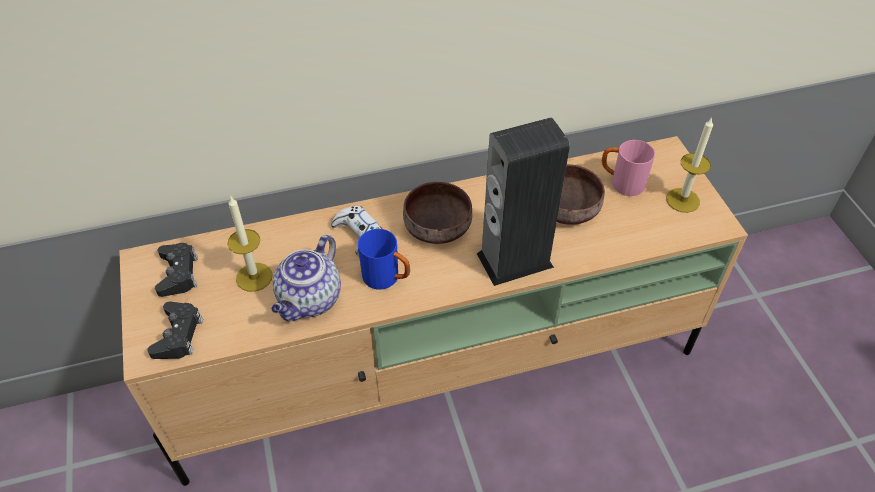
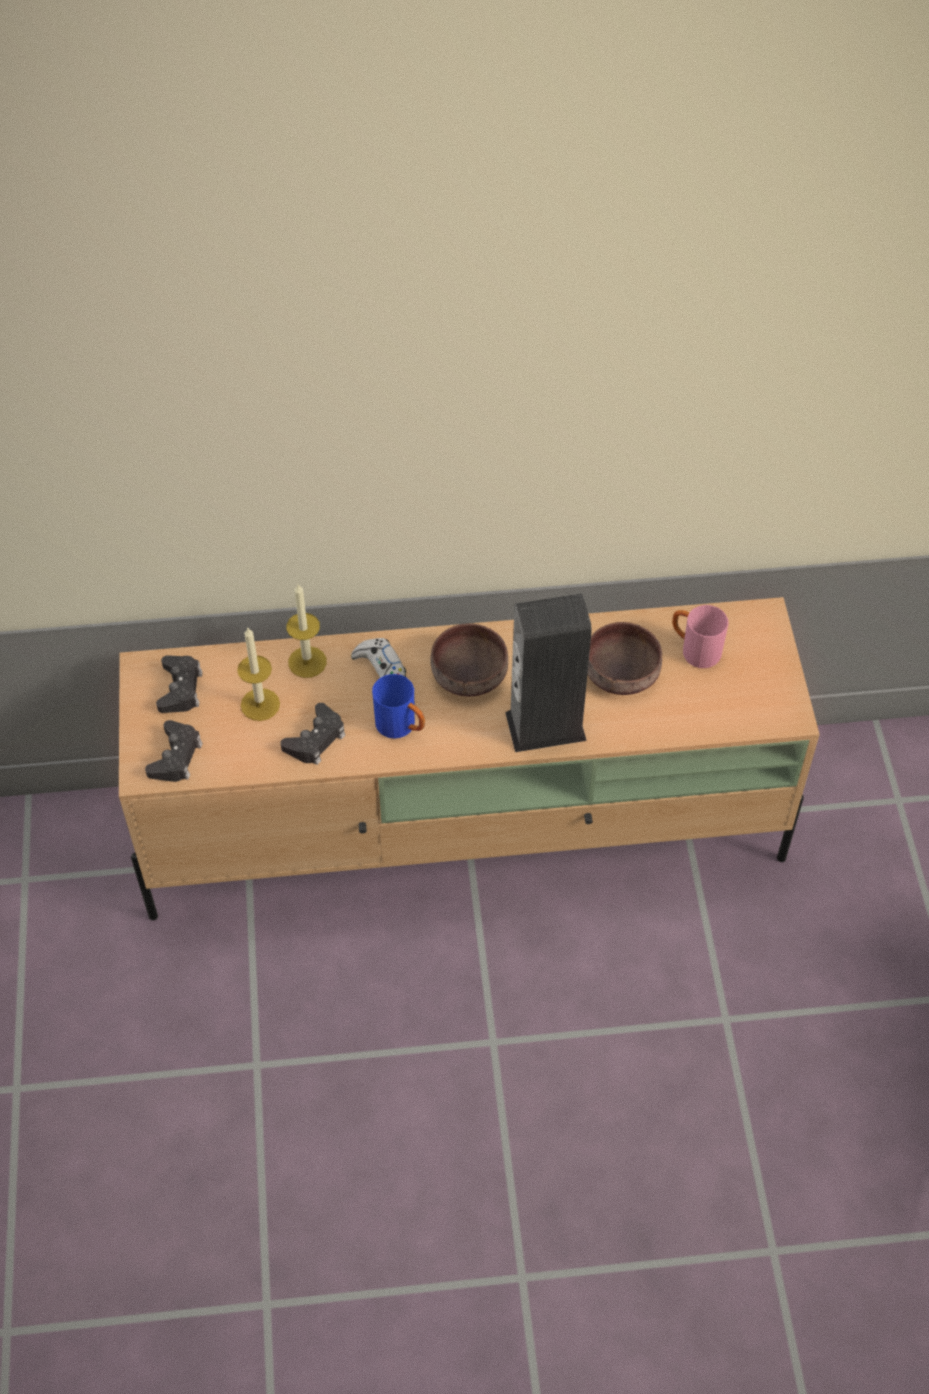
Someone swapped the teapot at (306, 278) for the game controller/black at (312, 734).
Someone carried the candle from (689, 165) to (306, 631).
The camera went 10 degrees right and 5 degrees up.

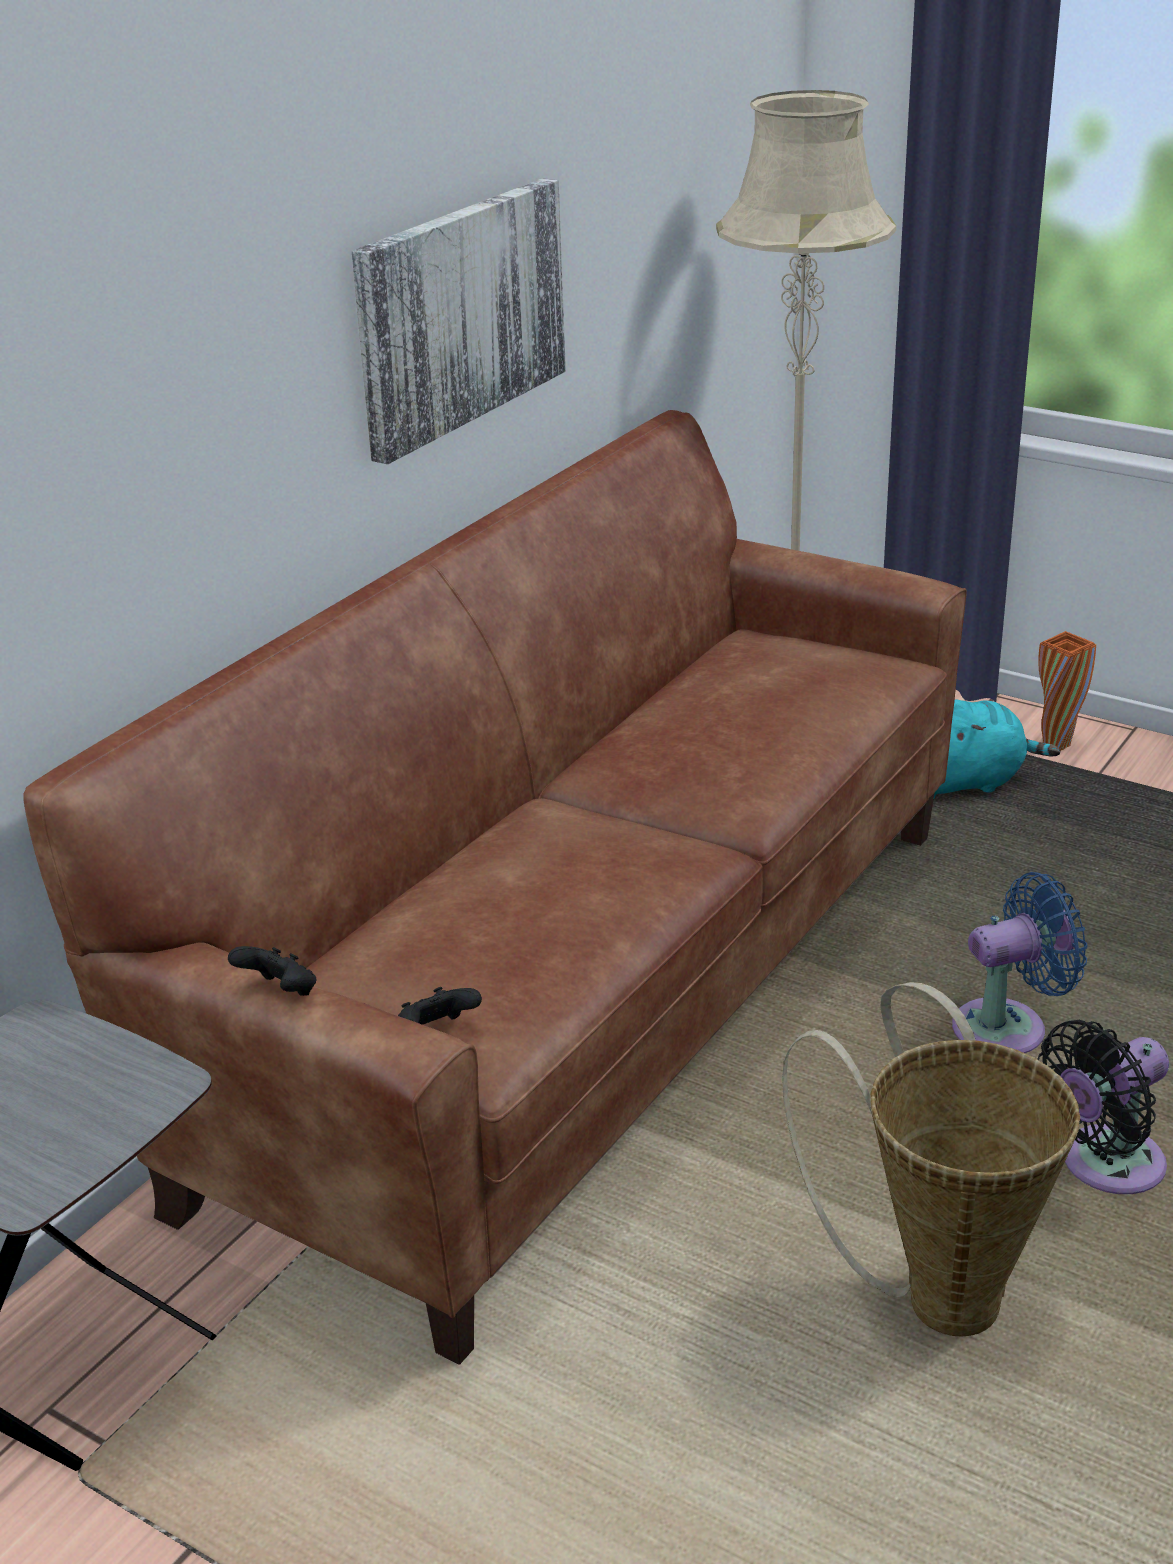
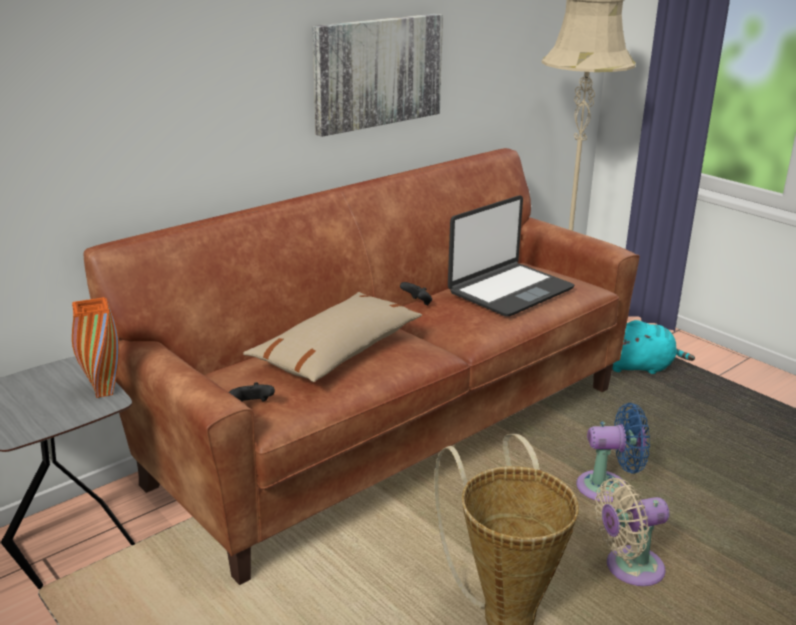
Someone carried the vase/orange from (1067, 691) to (95, 347).
Someone put down the pillow/beige at (332, 337).
Someone carried the game controller/black from (272, 971) to (416, 294).
Someone put down the laptop at (511, 256).
Someone repainted the fan/black at (1103, 1107), which became the fan/beige at (632, 532).
The camera went 15 degrees right and 5 degrees down.

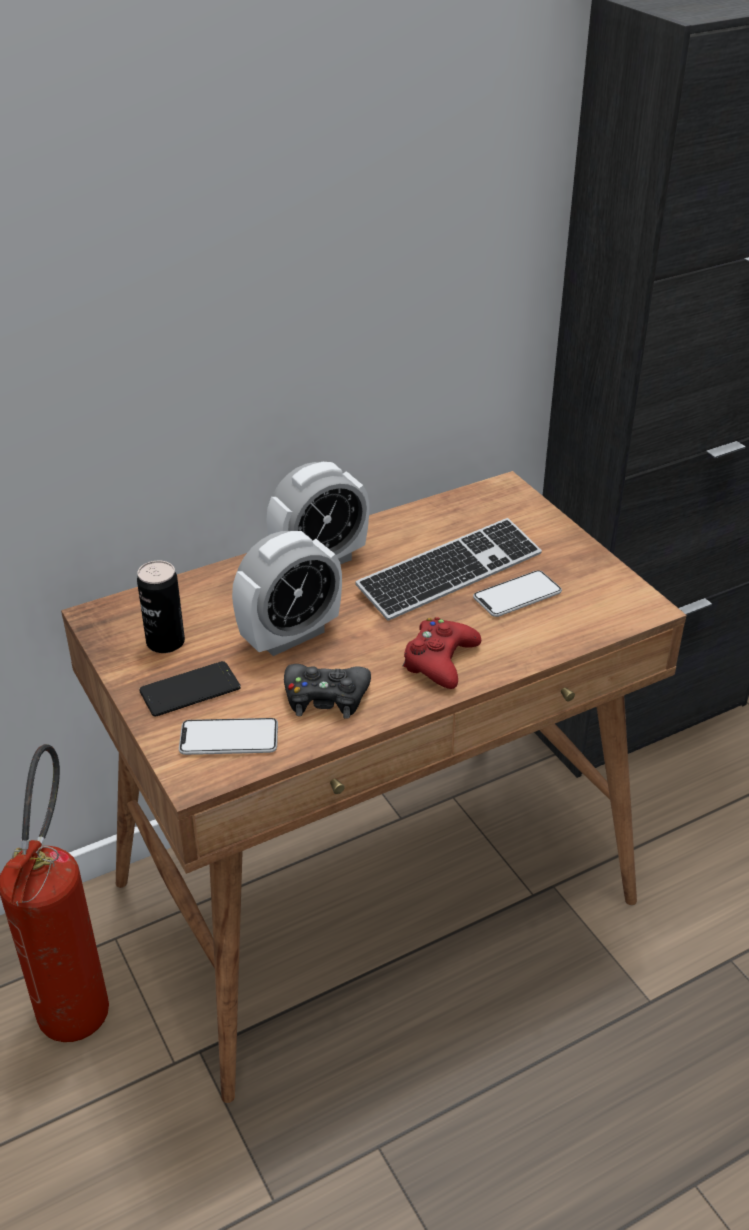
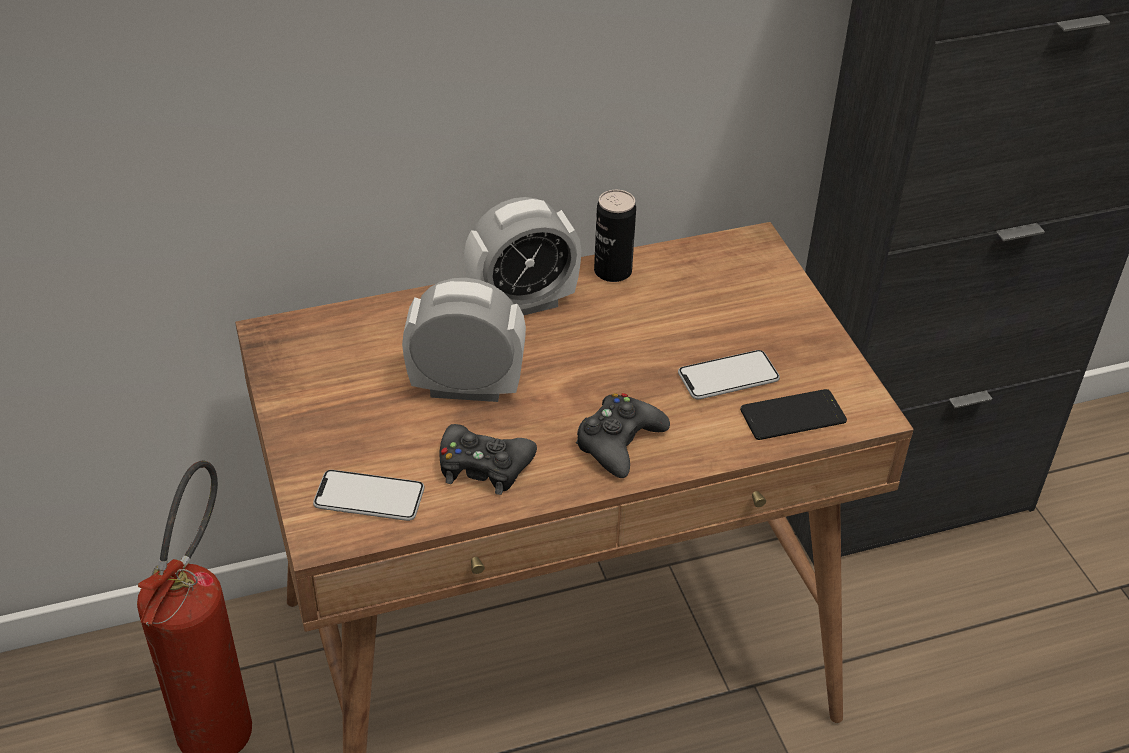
Someone rotated the alarm clock at (287, 593) by 150 degrees counterclockwise.
Someone repainted the game controller/red at (441, 653), which became the game controller/black at (623, 435).
Someone carried the can from (161, 607) to (615, 236).
Someone carried the phone from (190, 689) to (793, 414).
Someone took away the keyboard at (448, 569).
The camera went 10 degrees right and 5 degrees up.

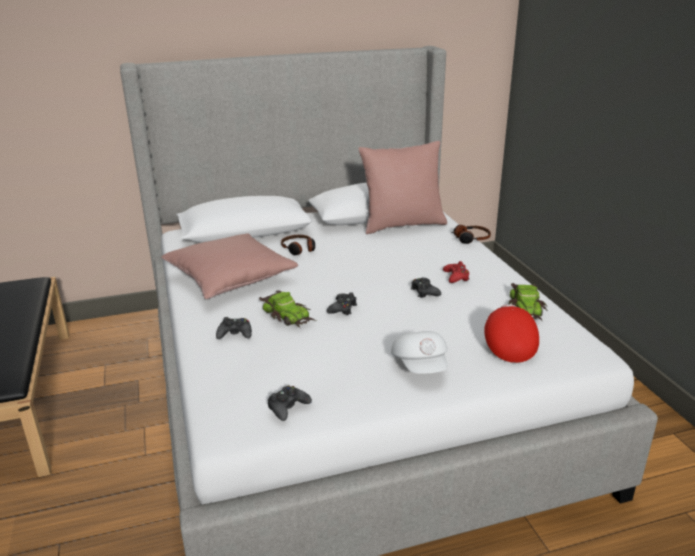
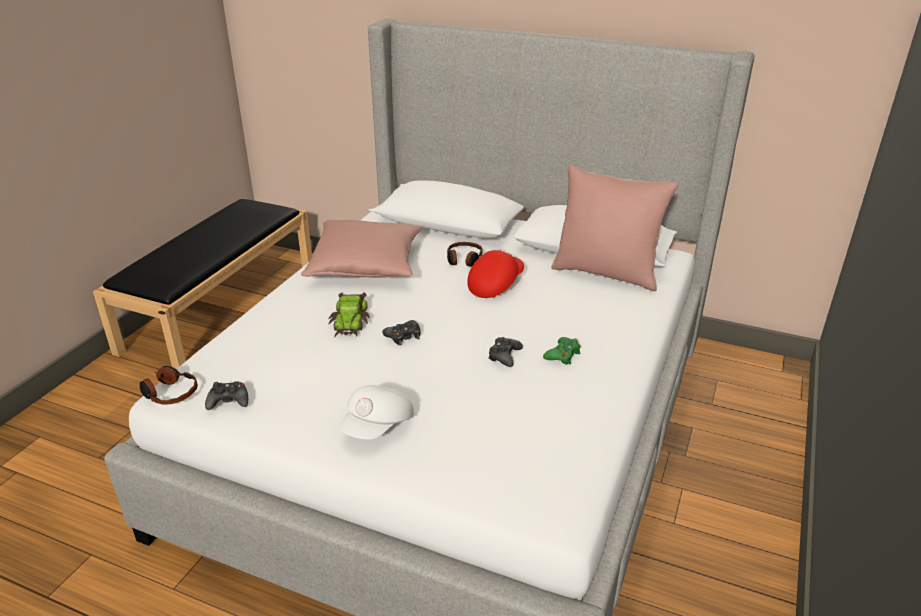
Someone carried the headphones from (471, 234) to (168, 385).
Someone carried the cap/red from (511, 334) to (495, 273).
Someone repainted the game controller/red at (456, 272), which became the game controller/green at (561, 351).
Someone took away the game controller/black at (234, 328).
Someone took away the toy car at (528, 302).
The camera went 40 degrees right and 5 degrees up.

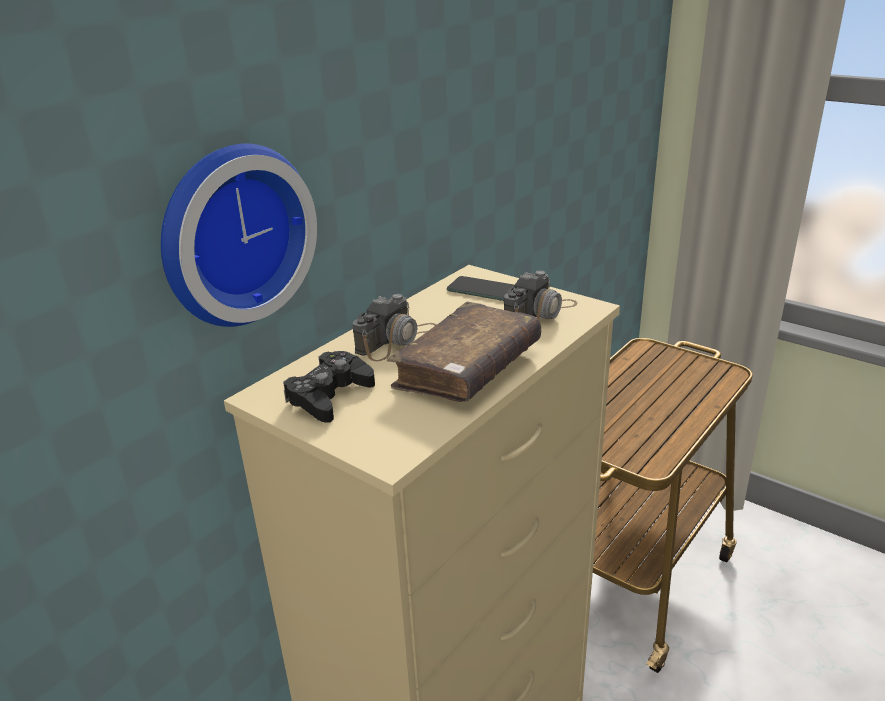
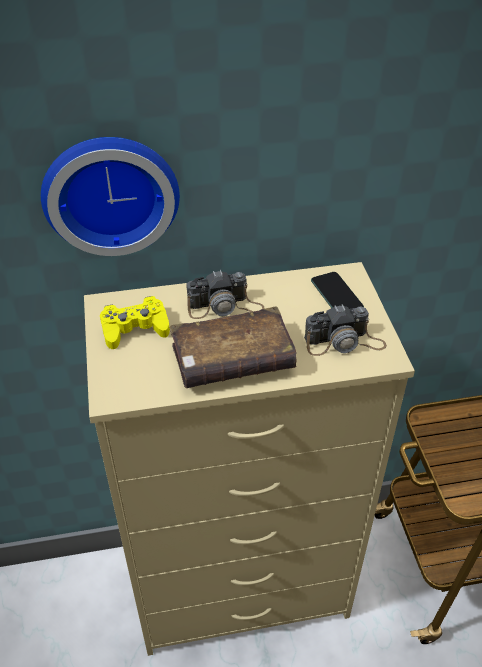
Someone repainted the game controller/black at (329, 387), which became the game controller/yellow at (135, 322).
The camera went 40 degrees right and 15 degrees up.

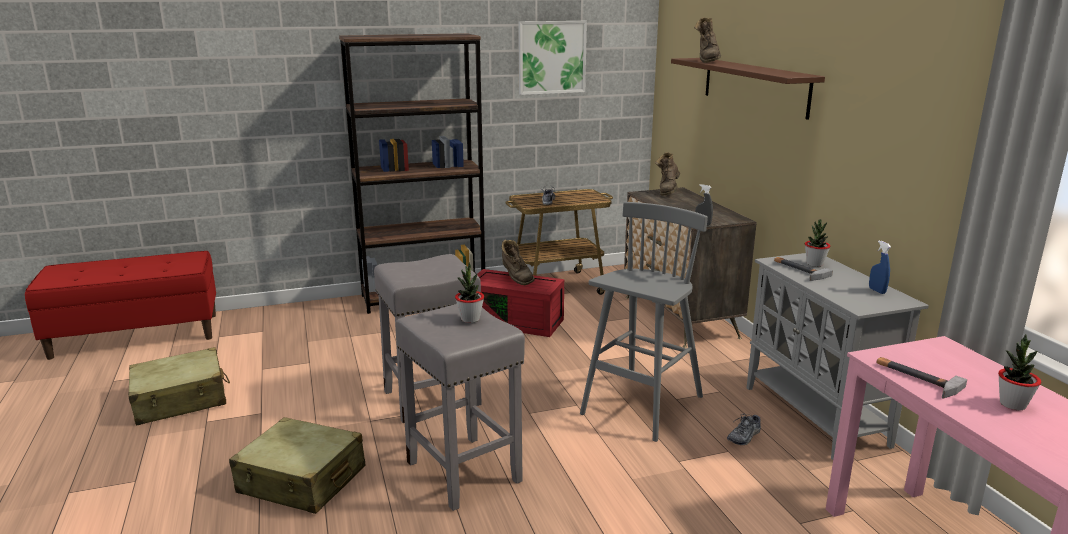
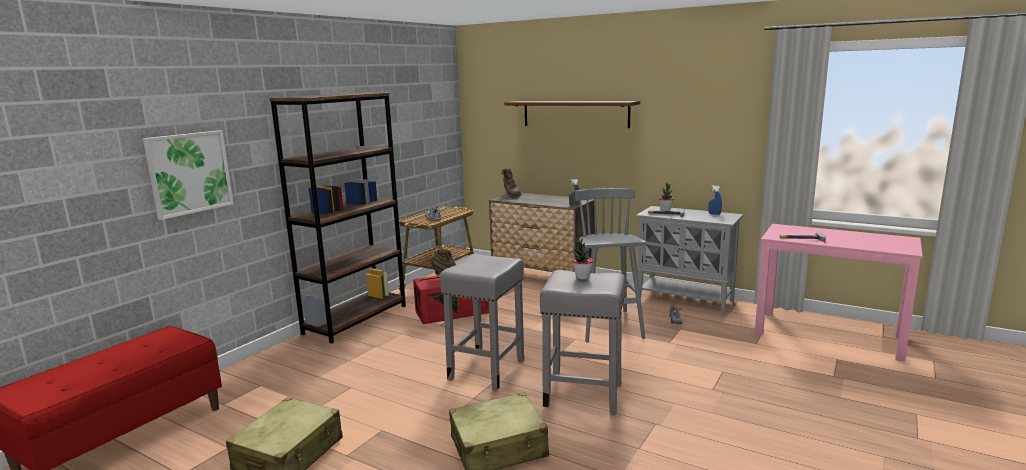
Someone carried the picture from (552, 58) to (188, 175).
Someone took away the boot/brown at (707, 40).
Someone took away the potted plant at (1019, 372).
The camera went 40 degrees left and 5 degrees down.

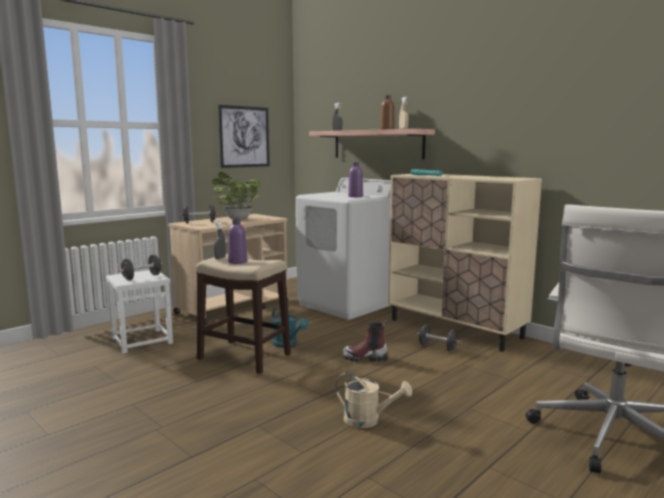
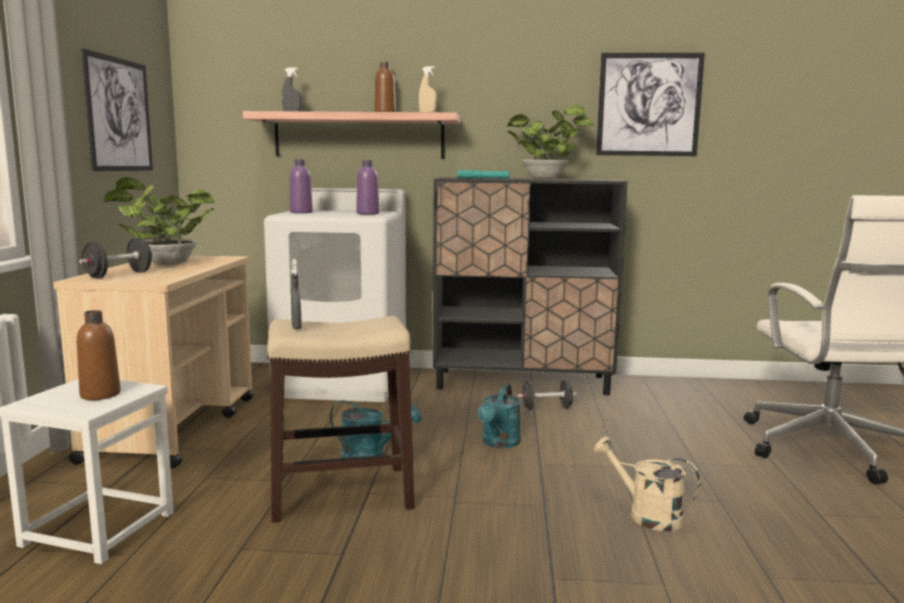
Someone swapped the dumbbell/black at (141, 267) for the bottle/brown at (99, 355).
Someone carried the bottle/purple from (237, 241) to (301, 186).
Someone repainted the cabinet/beige at (465, 263), which became the cabinet/black at (530, 286).
Someone swapped the boot at (365, 341) for the watering can/turquoise at (499, 416).
Someone put down the potted plant at (551, 142).
Someone rotated the watering can/beige at (373, 400) by 120 degrees counterclockwise.
Someone put up the picture at (650, 104).
The camera went 40 degrees left and 0 degrees up.

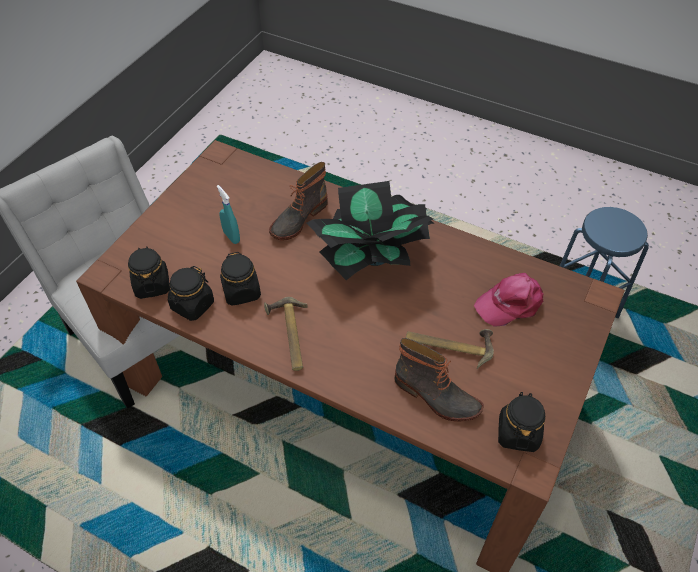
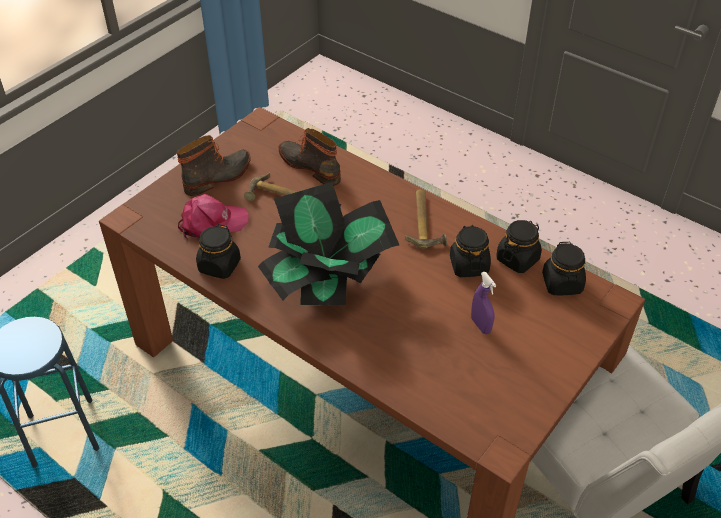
Someone carried the boot from (298, 201) to (213, 165).
Someone carried the jar/black from (522, 422) to (218, 251).
Someone repainted the spray bottle/turquoise at (228, 214), which became the spray bottle/purple at (483, 303).
The camera went 170 degrees left and 5 degrees down.

